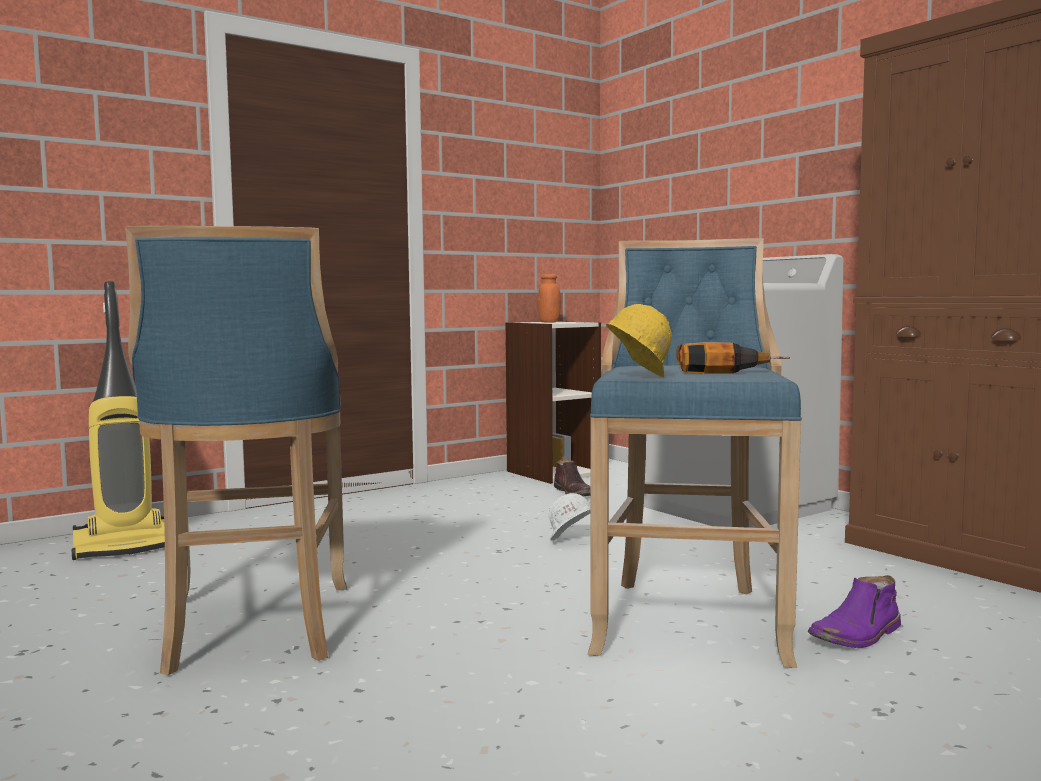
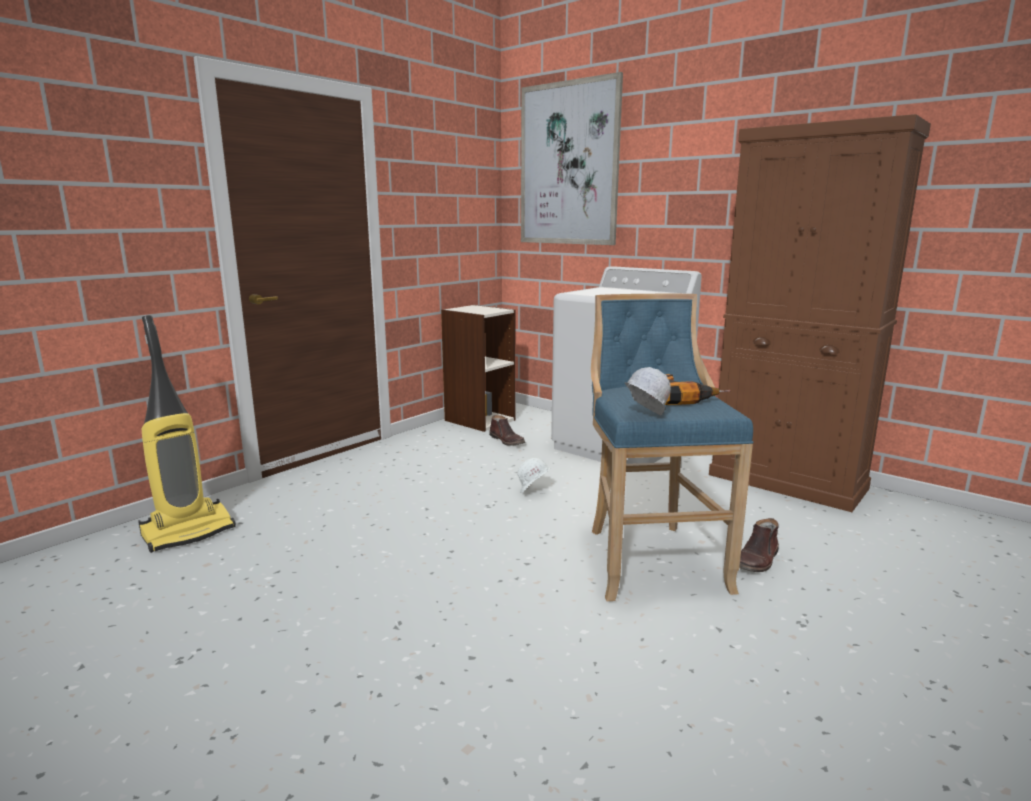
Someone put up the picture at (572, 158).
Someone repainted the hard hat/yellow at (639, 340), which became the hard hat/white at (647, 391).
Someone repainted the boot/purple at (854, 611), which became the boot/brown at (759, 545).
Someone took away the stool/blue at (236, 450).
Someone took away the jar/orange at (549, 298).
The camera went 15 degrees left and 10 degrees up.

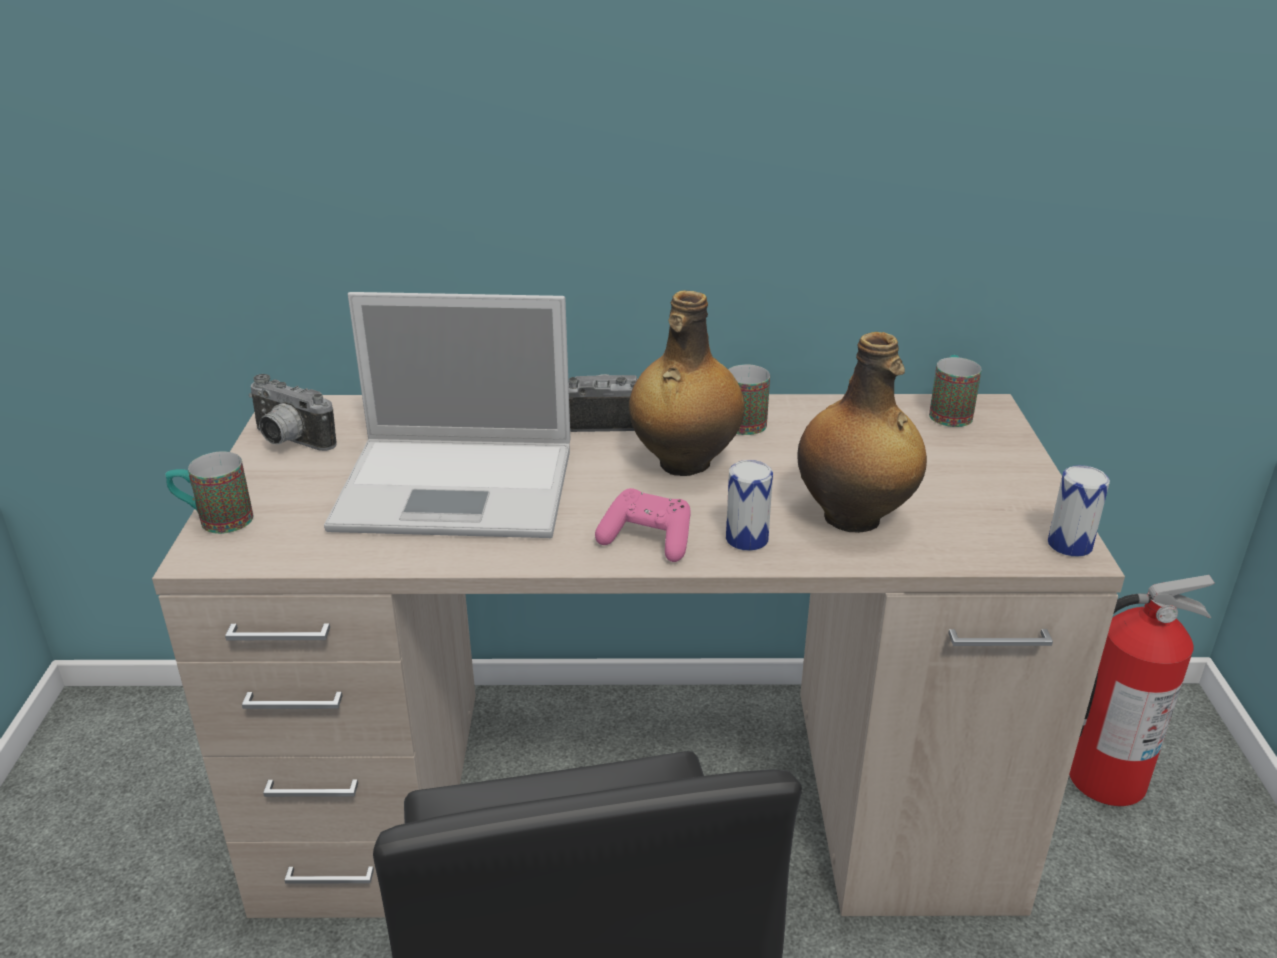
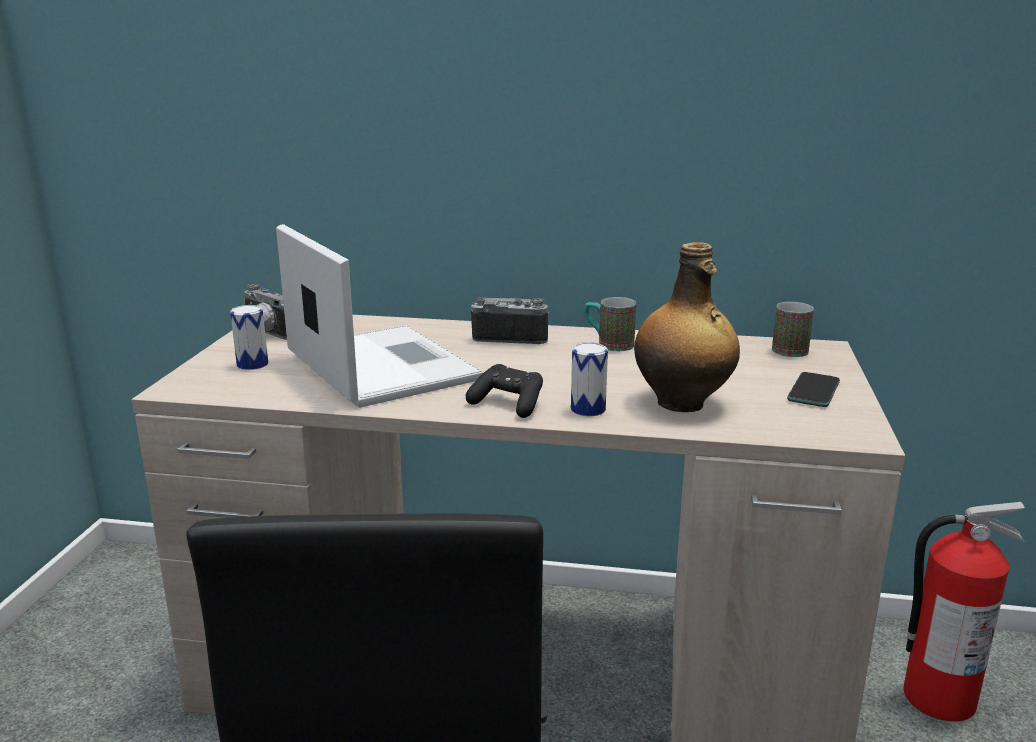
Someone carried the can from (1079, 511) to (249, 337).
Someone rotated the laptop at (447, 415) by 135 degrees counterclockwise.
Someone repainted the game controller/pink at (643, 525), which became the game controller/black at (504, 391).
Someone put down the phone at (813, 389).
Someone took away the mug at (209, 492).
Someone took away the bottle at (687, 383).
The camera went 10 degrees right and 10 degrees down.

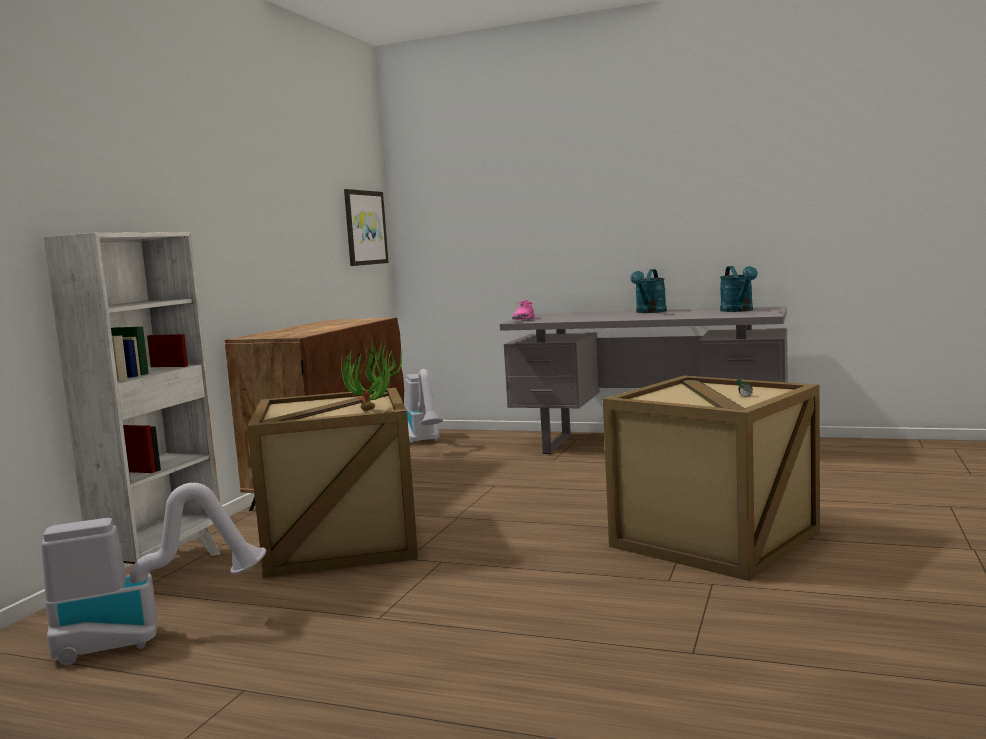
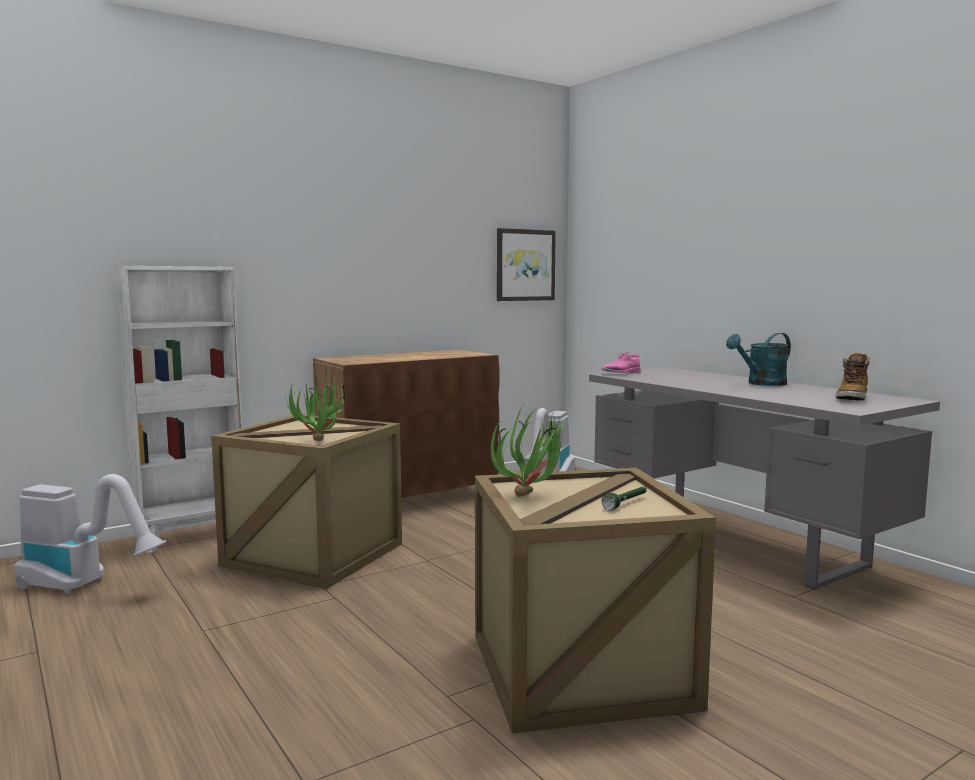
Someone put down the potted plant at (529, 451).
Someone swapped the watering can/turquoise at (739, 289) for the boot at (852, 376).
The camera went 35 degrees right and 0 degrees up.

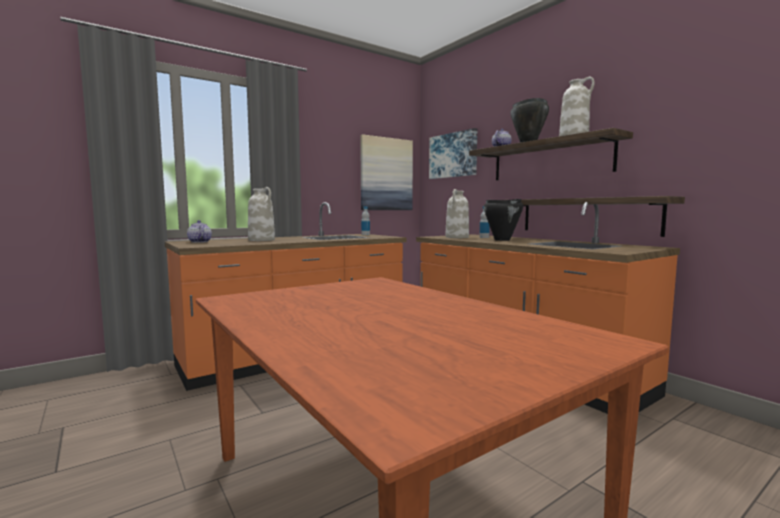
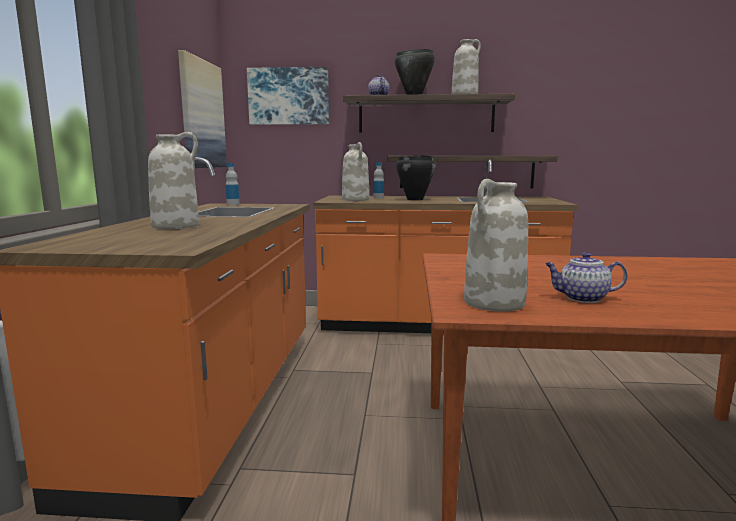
Someone put down the vase/white at (496, 245).
Someone carried the teapot from (199, 231) to (586, 277).
The camera went 50 degrees left and 5 degrees up.

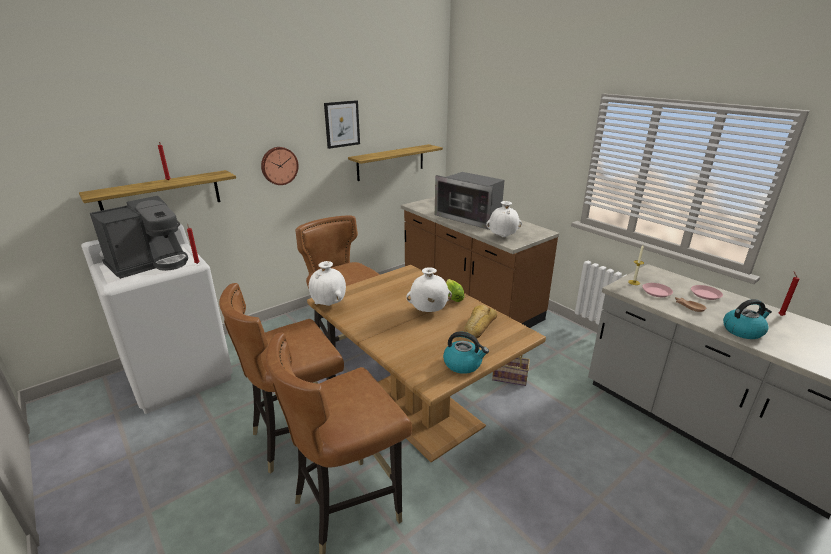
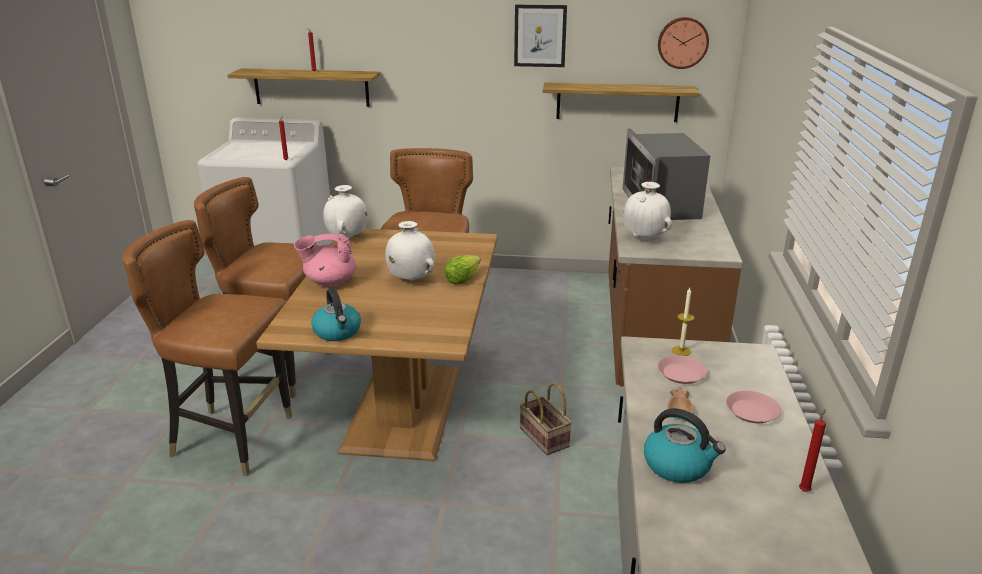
Someone put down the teapot/pink at (325, 260).
Someone carried the wall clock from (280, 166) to (683, 43).
Someone took away the coffee machine at (139, 237).
Someone took away the bread at (480, 322).
The camera went 45 degrees right and 0 degrees up.

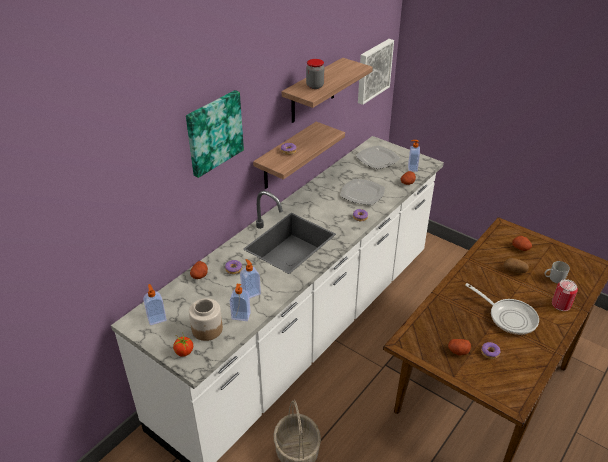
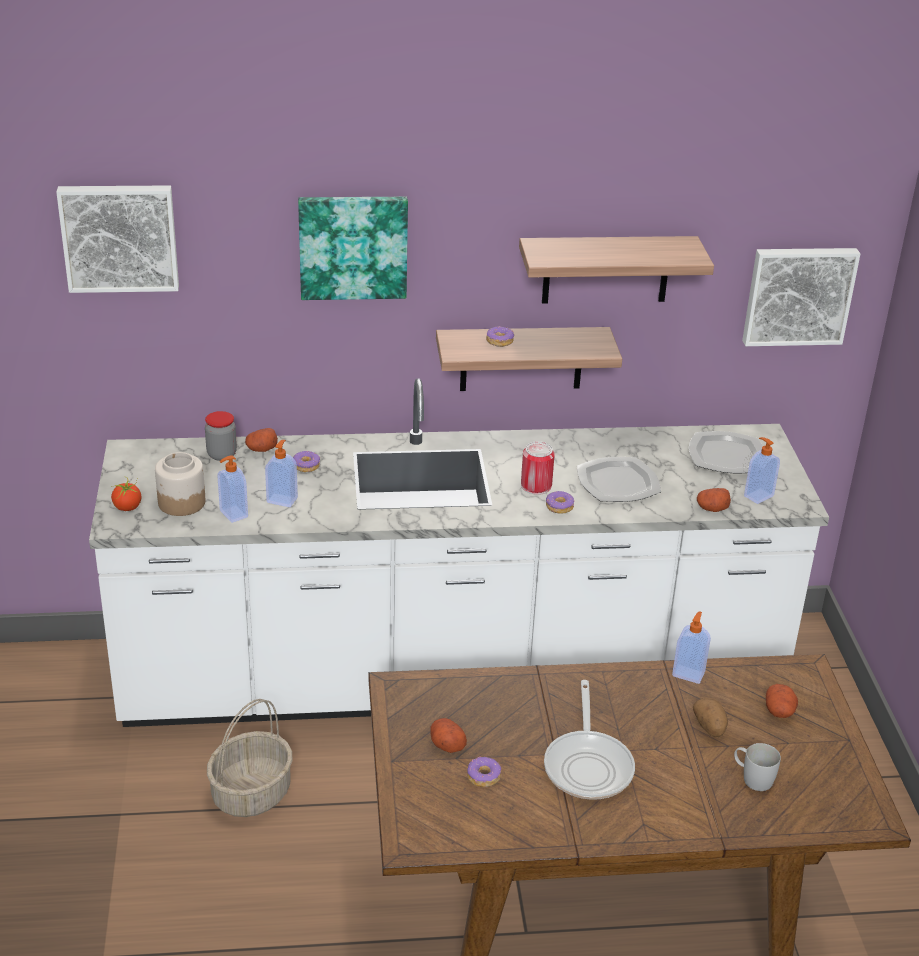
Someone put up the picture at (117, 239).
Someone carried the jar from (315, 74) to (221, 436).
Someone carried the can from (565, 295) to (538, 468).
Someone carried the soap dispenser from (155, 304) to (691, 647).
The camera went 45 degrees right and 5 degrees down.

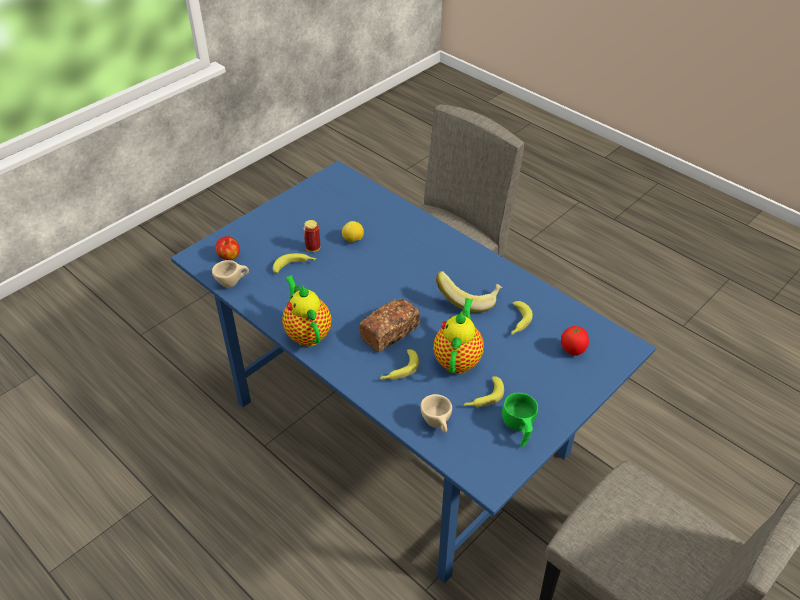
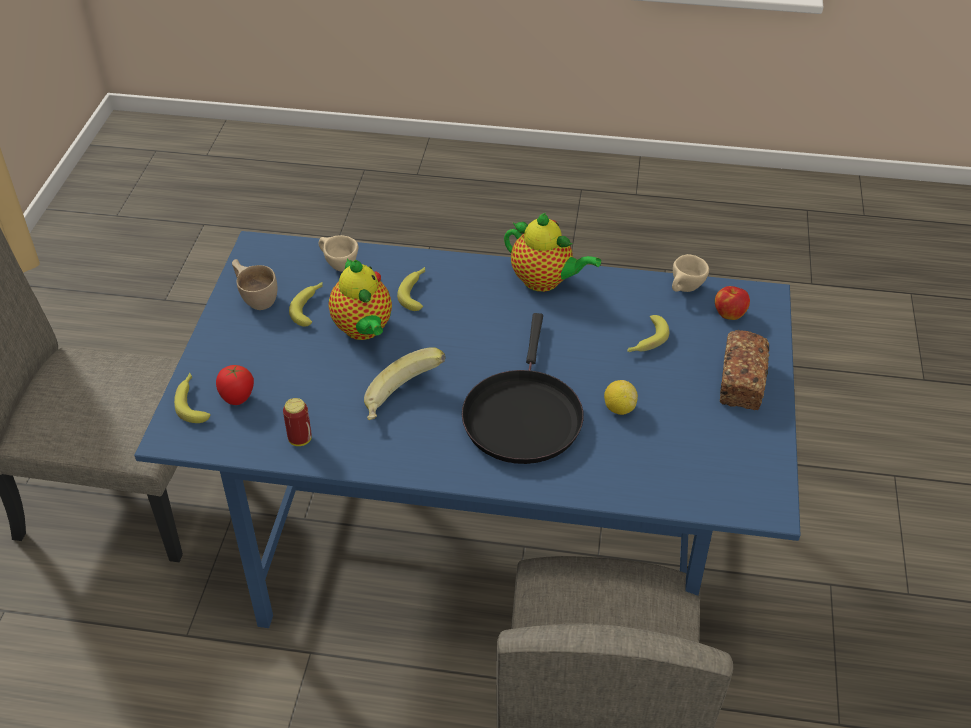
Someone carried the banana from (522, 318) to (192, 398).
Someone repainted the cup/green at (520, 420), which became the cup/beige at (255, 284).
Someone carried the can from (311, 236) to (297, 422).
Someone put down the frying pan/black at (523, 388).
Someone carried the bread from (389, 325) to (744, 370).
The camera went 145 degrees right and 0 degrees up.

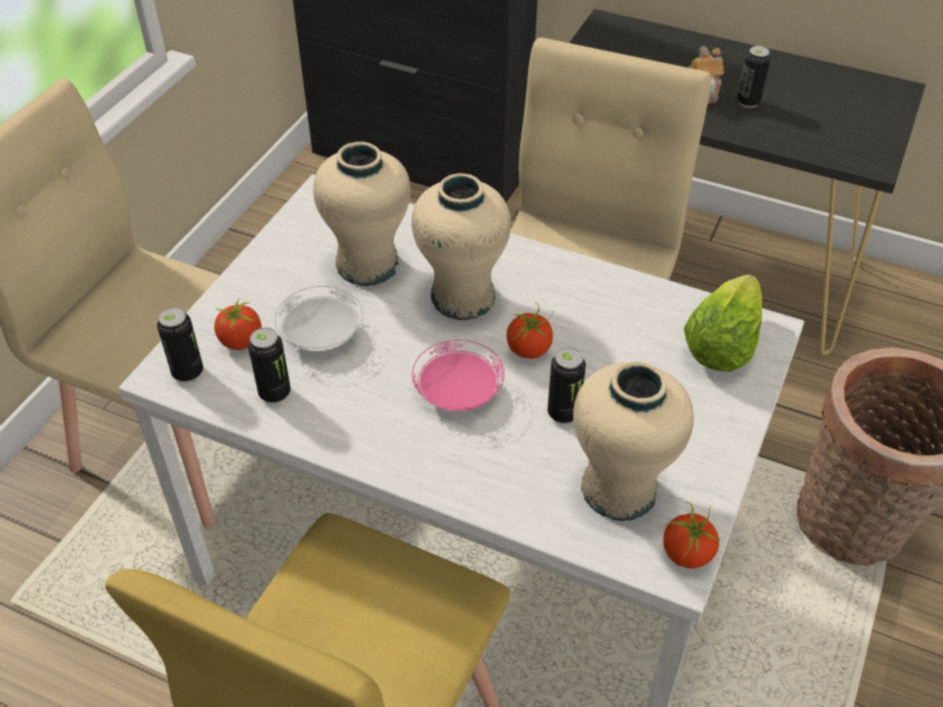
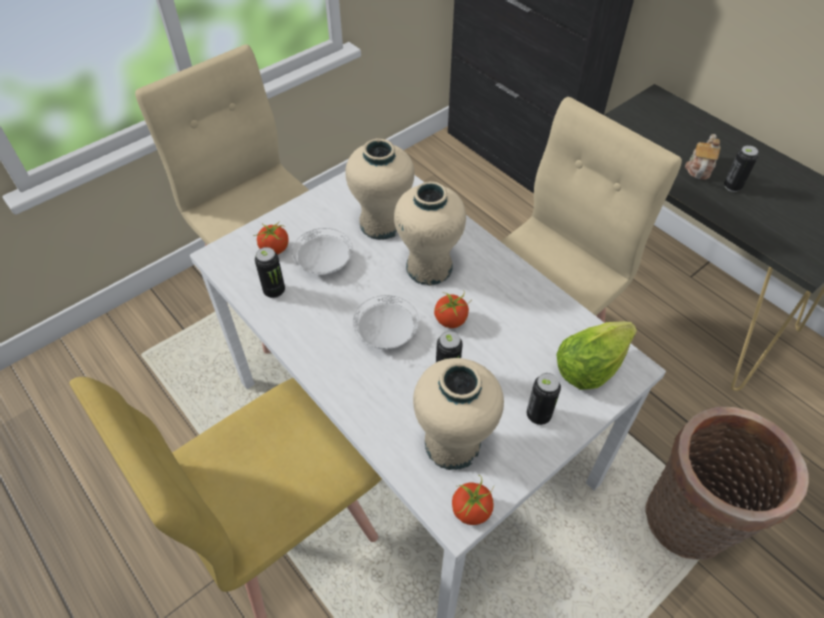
Someone repainted the plate/pink at (458, 375), which became the plate/white at (386, 322).
Someone carried the can from (180, 344) to (544, 399).
The camera went 25 degrees right and 5 degrees up.

